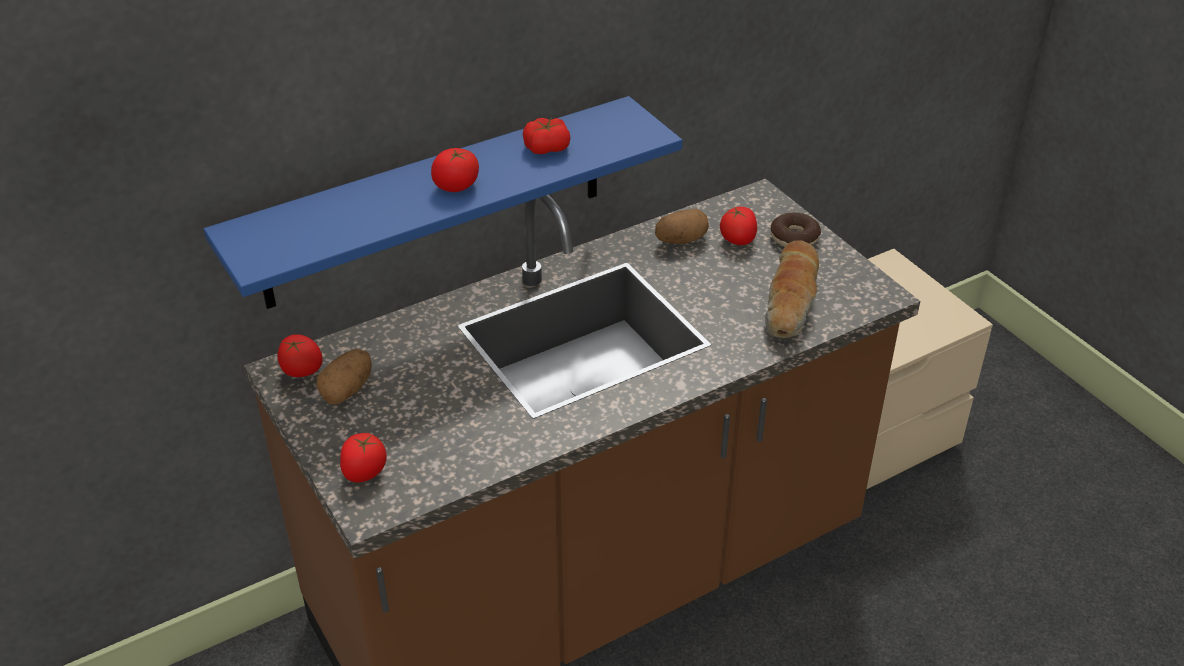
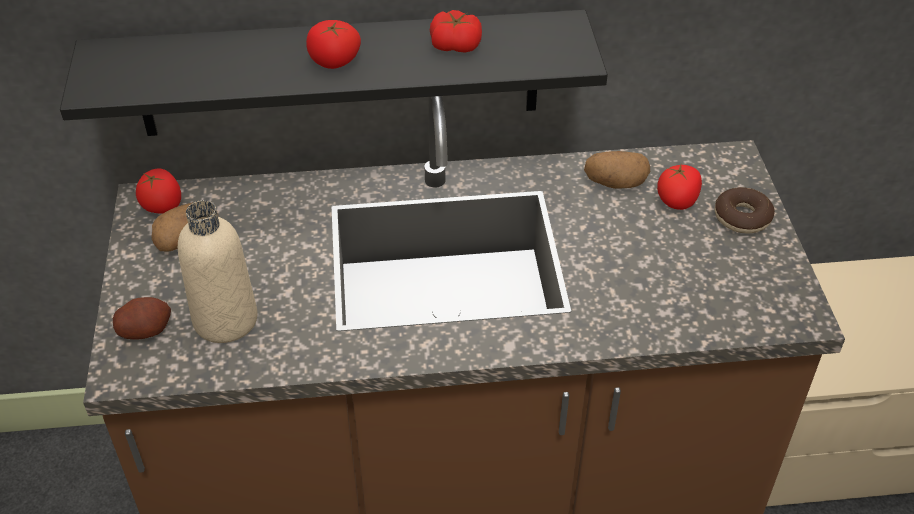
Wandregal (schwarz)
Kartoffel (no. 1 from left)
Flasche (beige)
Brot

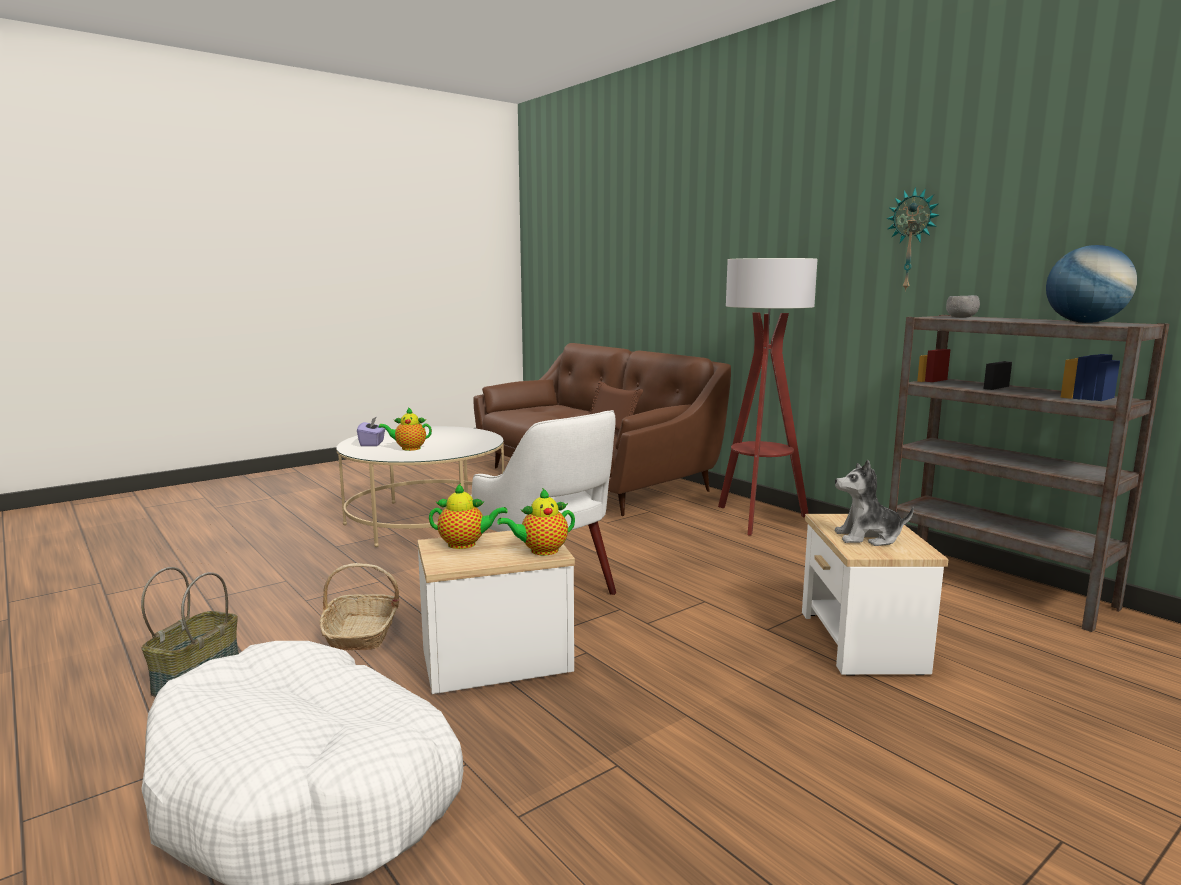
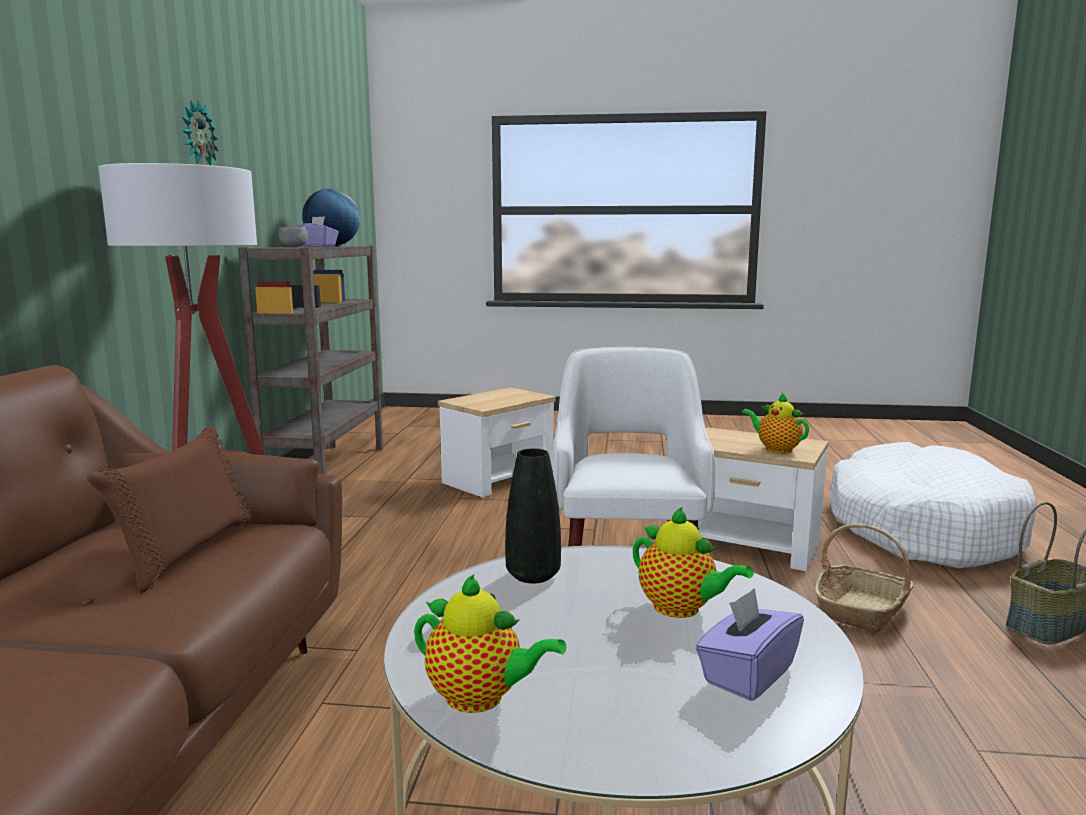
Taschentuchbox (lila) (no. 1 from left)
Teekanne (no. 1 from left)
Vase (schwarz)
Plüschtier

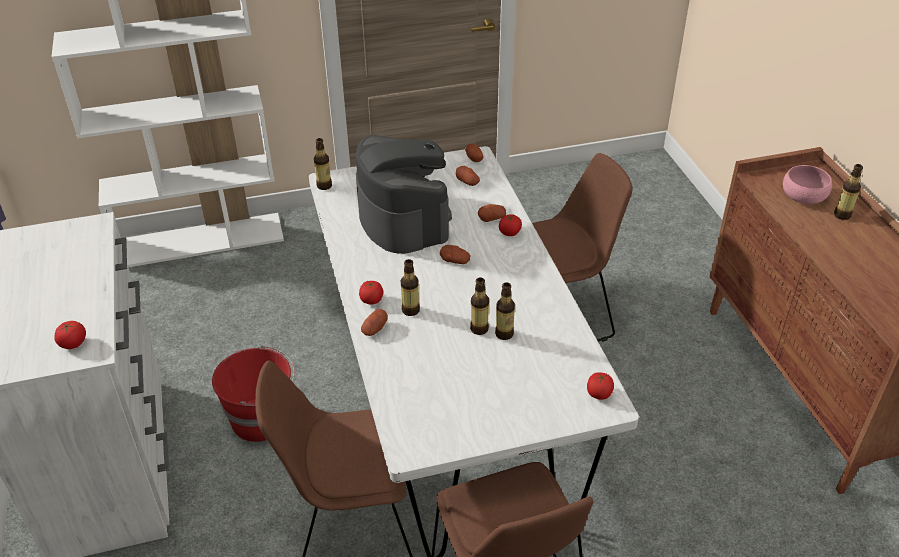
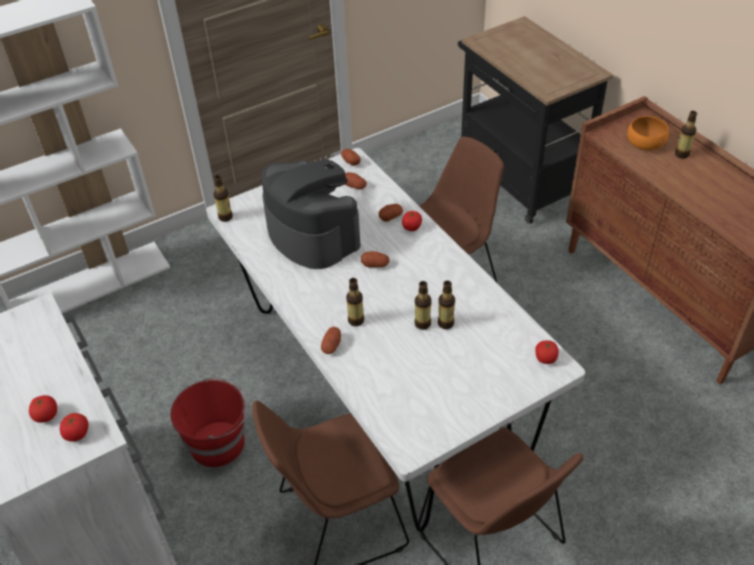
Tomate (no. 1 from left)
Rollwagen (schwarz)
Schüssel (orange)

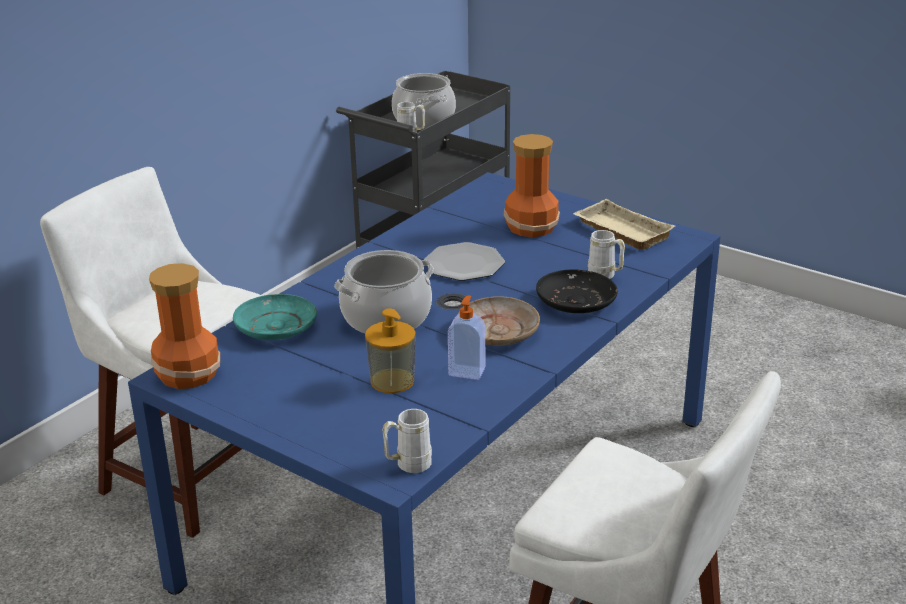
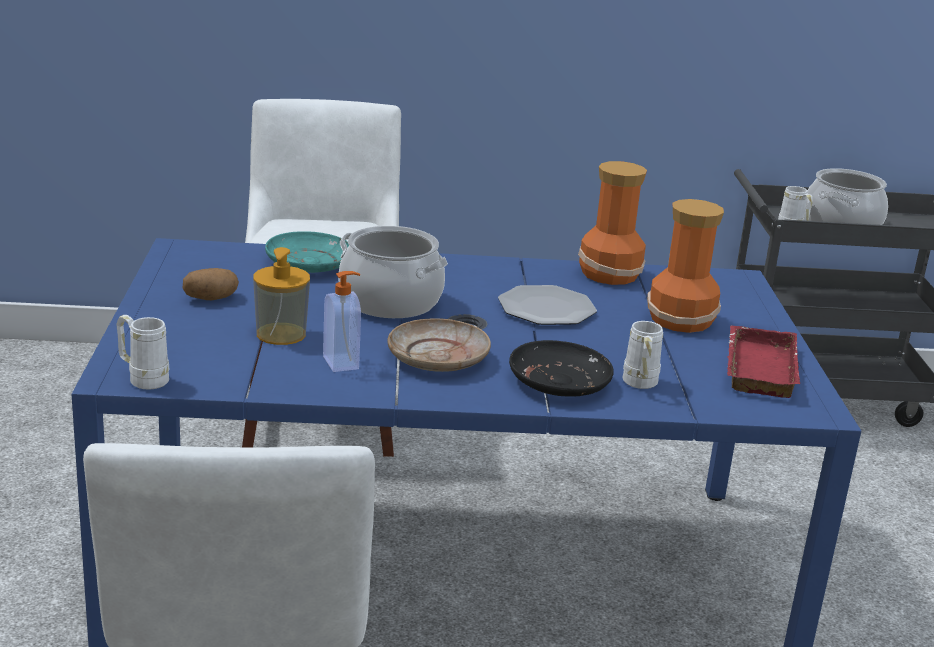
Kartoffel
Vase (no. 1 from left)
Tablett (rot)

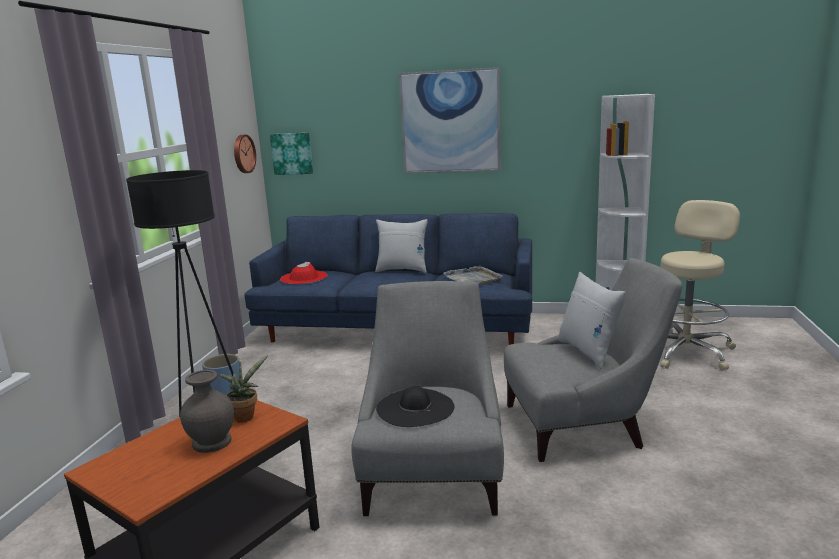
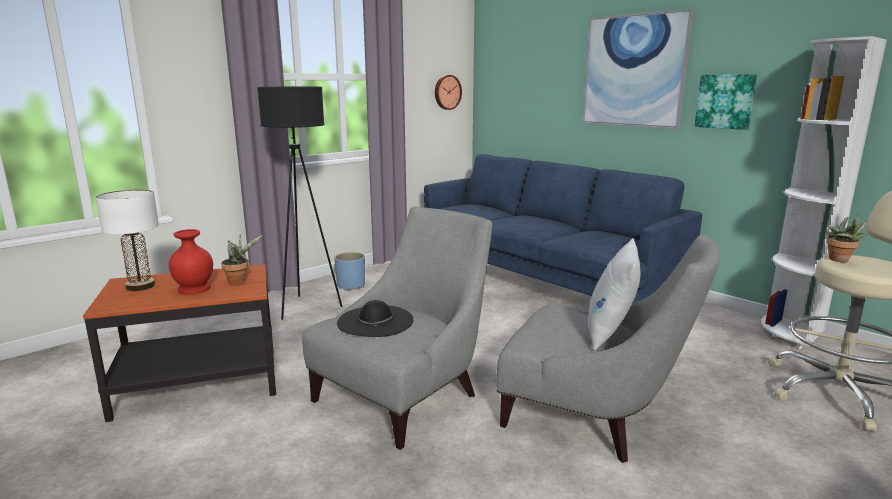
Tischlampe
Vase (rot)
Bild (no. 2 from left)
Topfpflanze (no. 2 from left)
Hut (rot)
Kissen (grau) (no. 1 from left in the first image)
Tablett (grau)

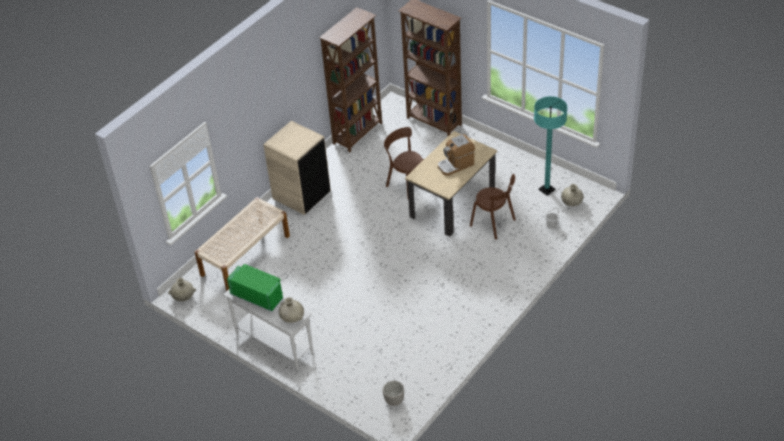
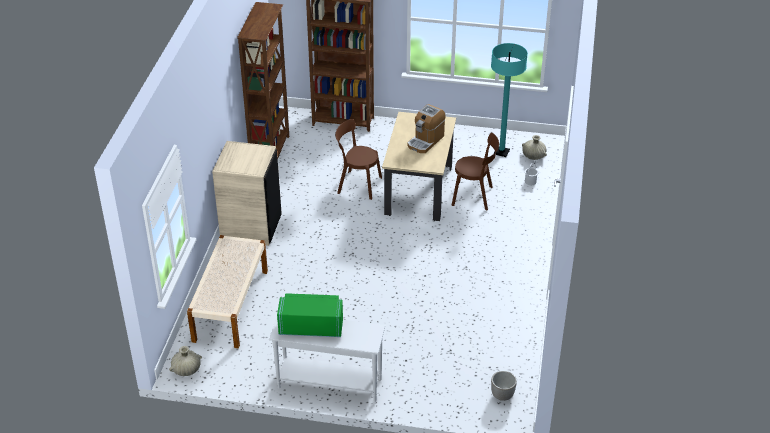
Vase (beige) (no. 2 from left in the first image)

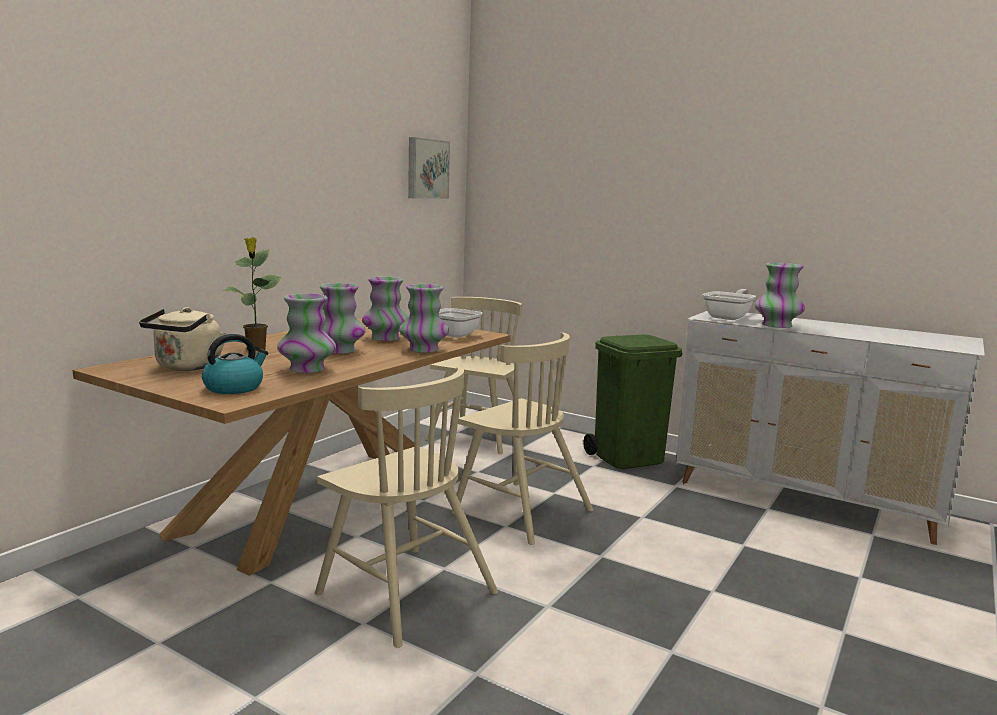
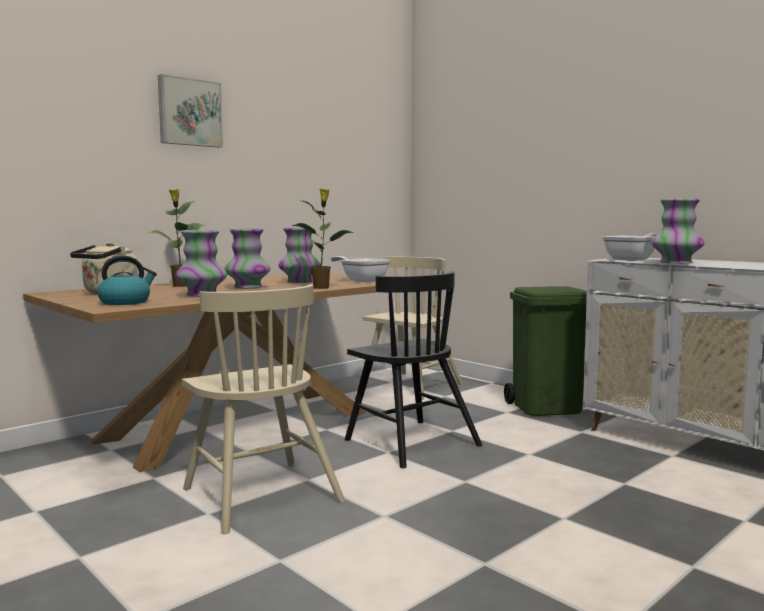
Bild
Topfpflanze (no. 2 from left)
Stuhl (schwarz)

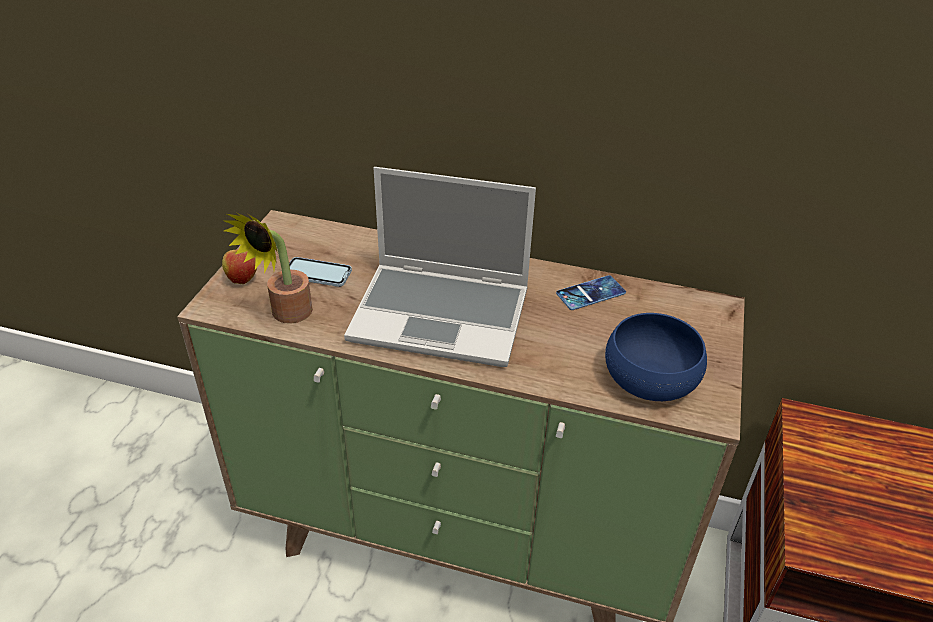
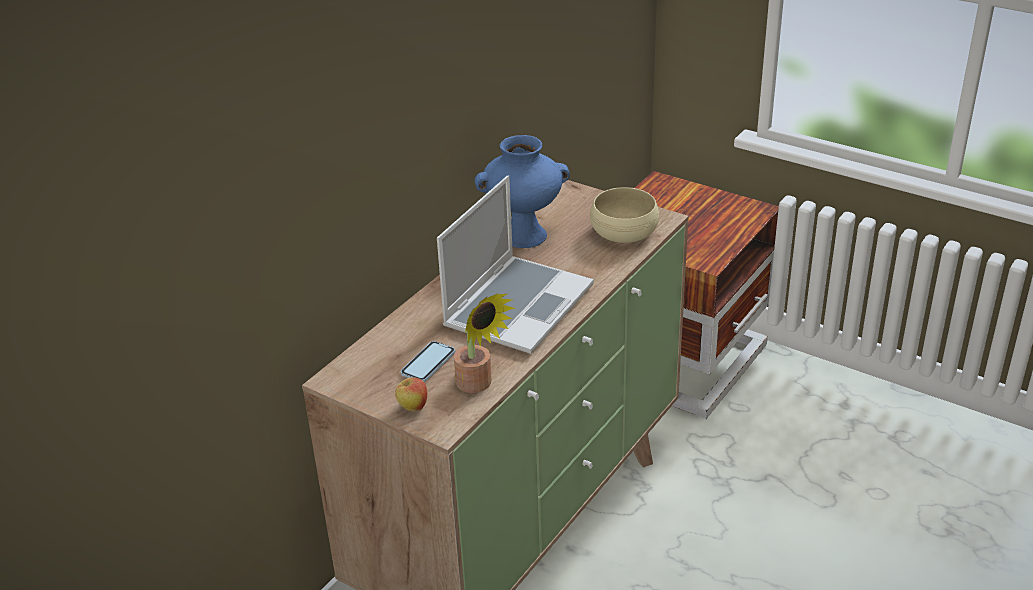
Vase (blau)
Schüssel (beige)

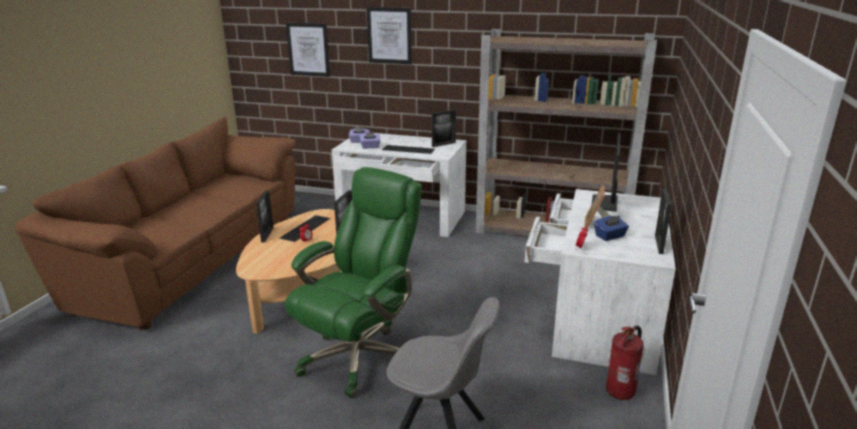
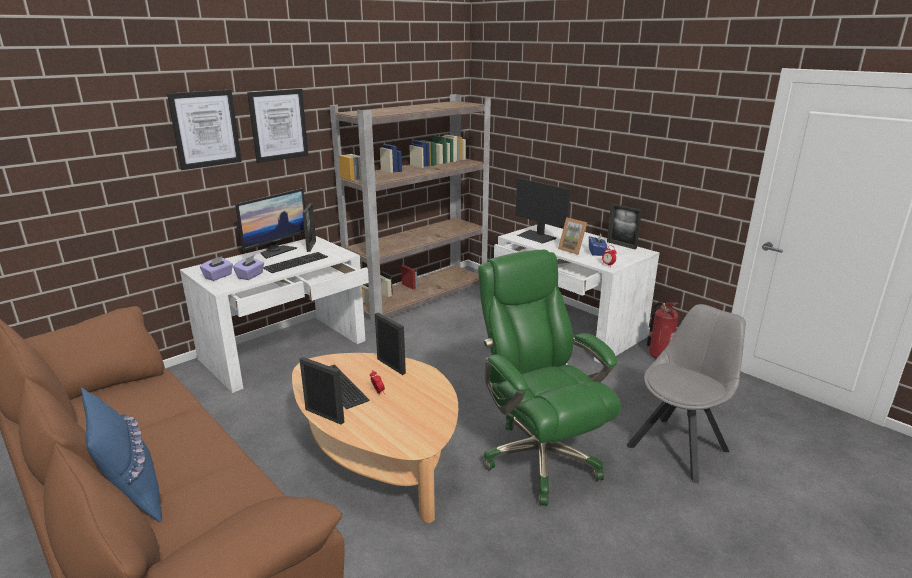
Kissen (blau)
Monitor (no. 1 from left)
Bild (no. 2 from left)

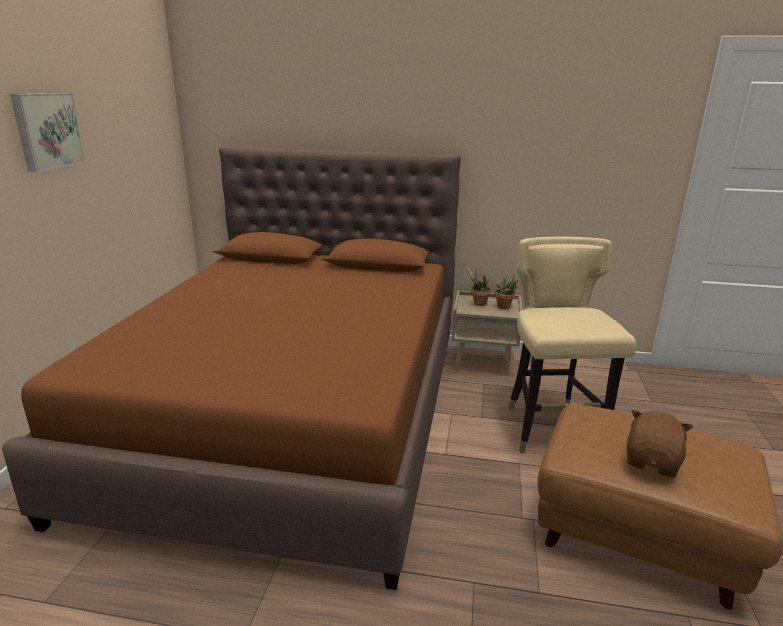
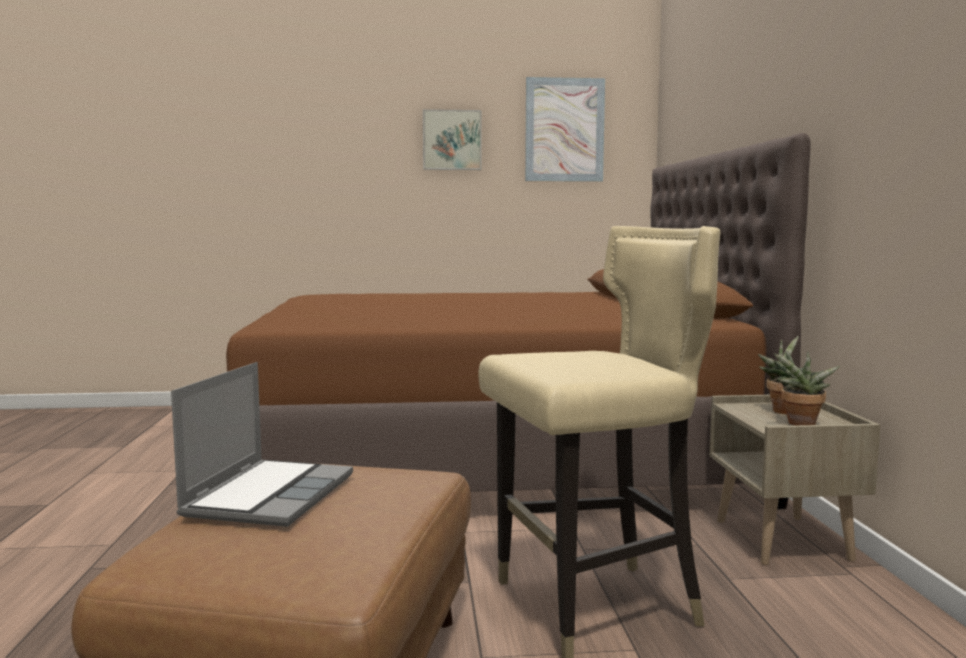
Laptop
Bild (no. 2 from left)

